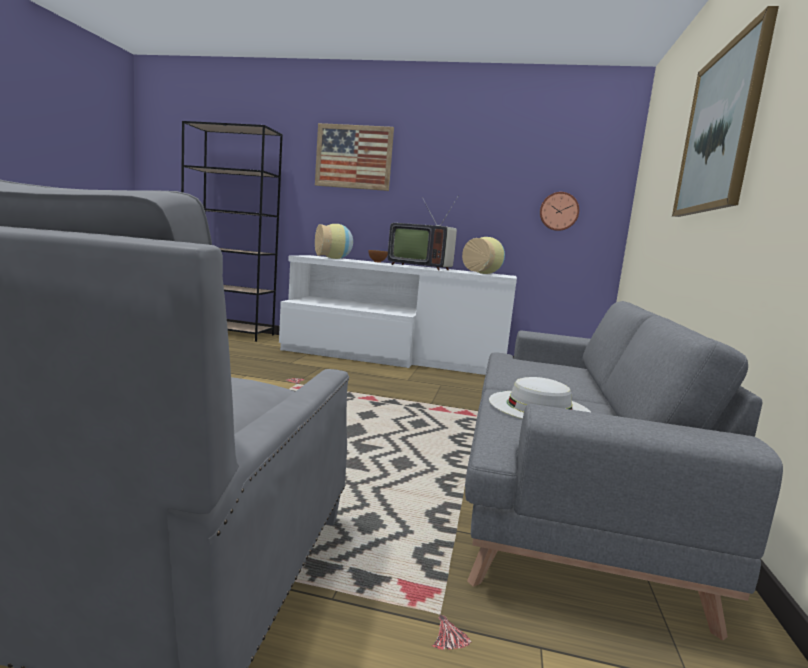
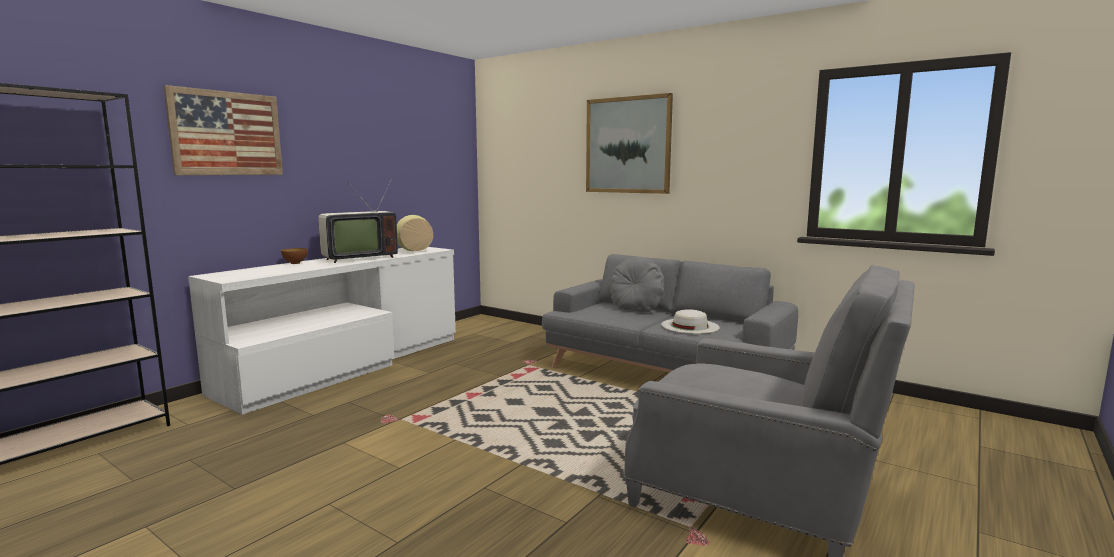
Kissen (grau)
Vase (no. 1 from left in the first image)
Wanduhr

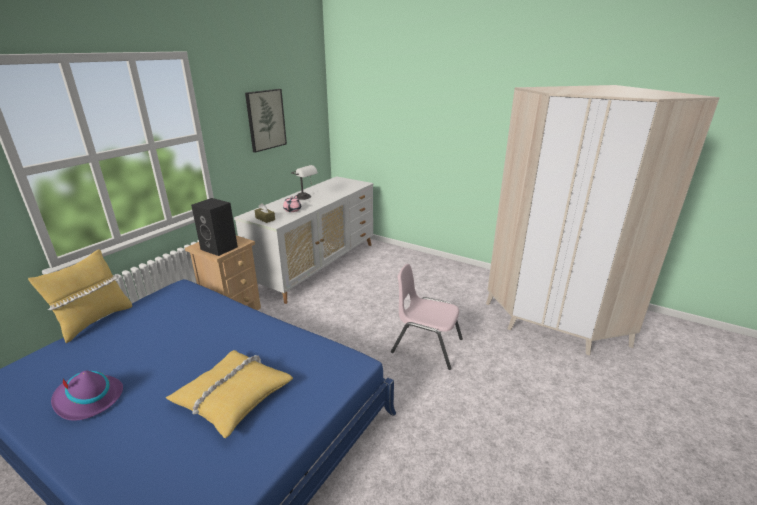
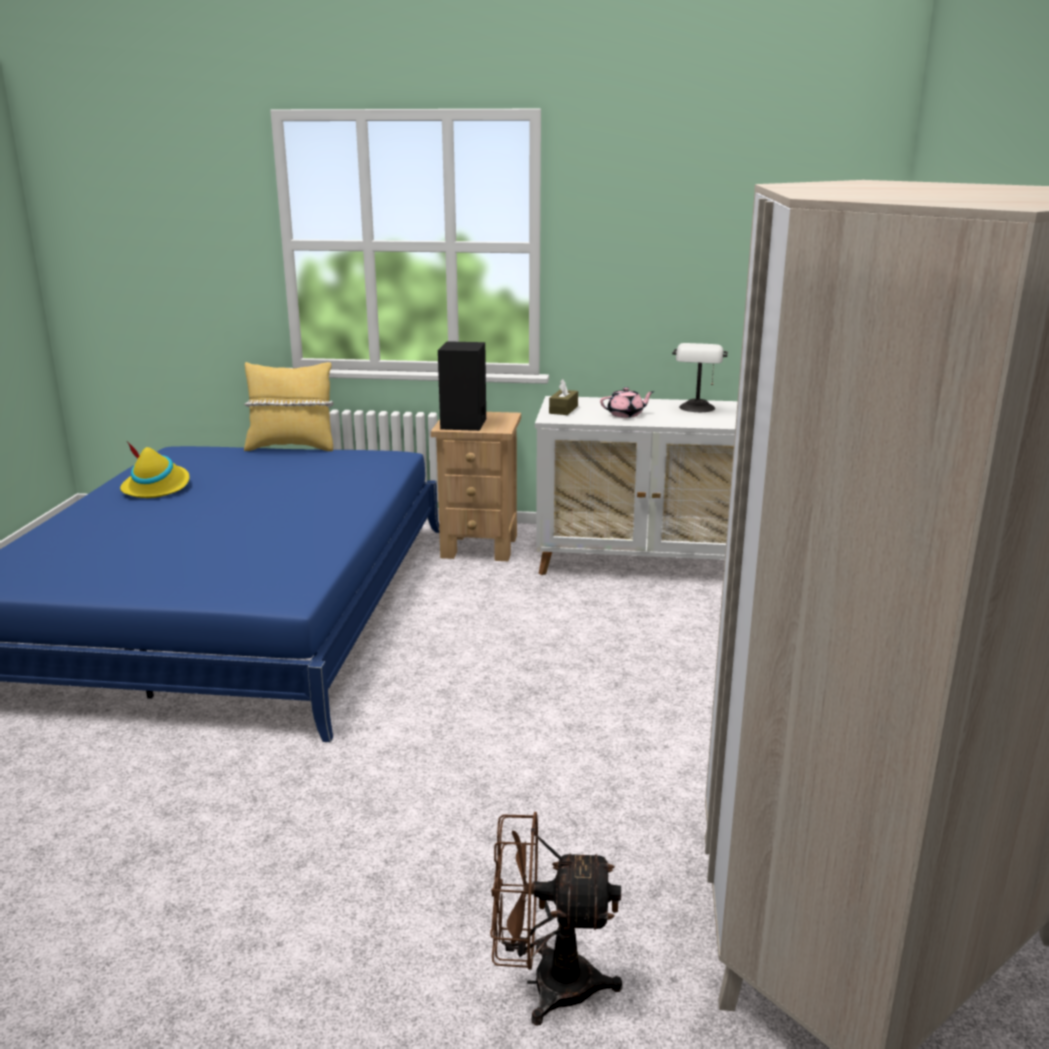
Hut (gelb)
Ventilator (braun)
Kissen (gelb) (no. 2 from left in the first image)
Bild
Stuhl (rosa)

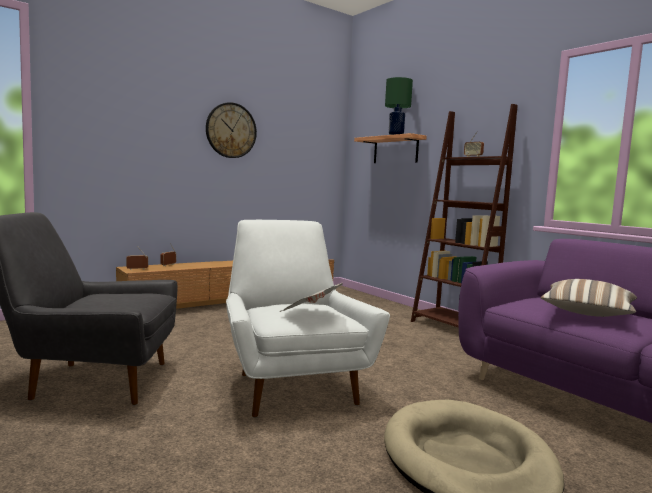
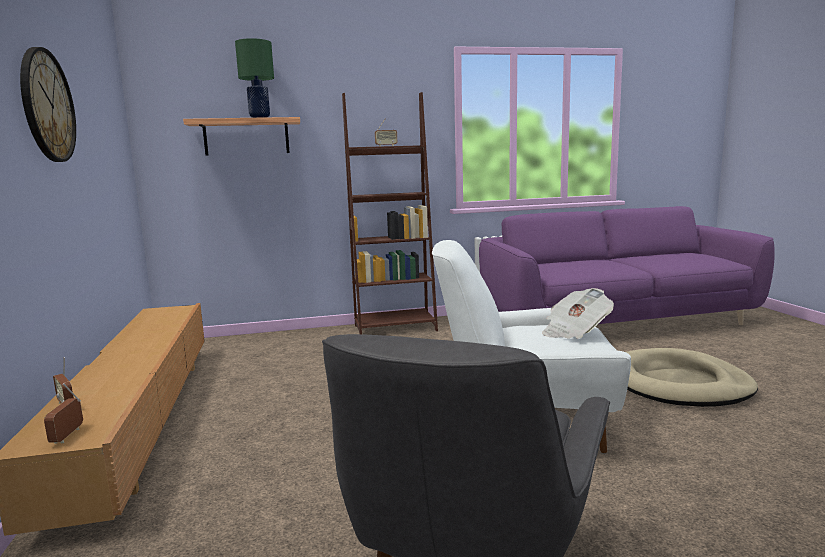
Kissen

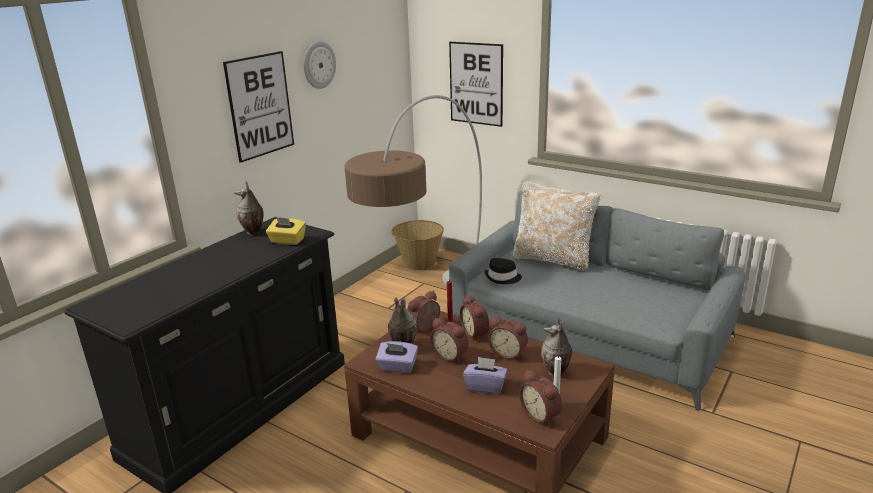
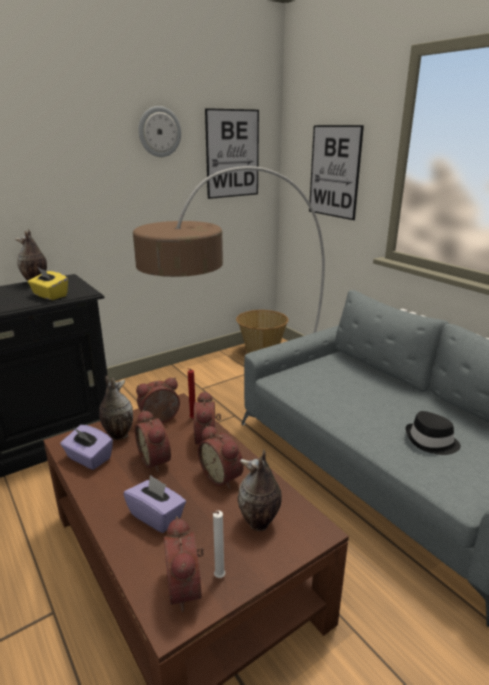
Bild (no. 1 from left)
Hut (schwarz)
Kissen (weiß)

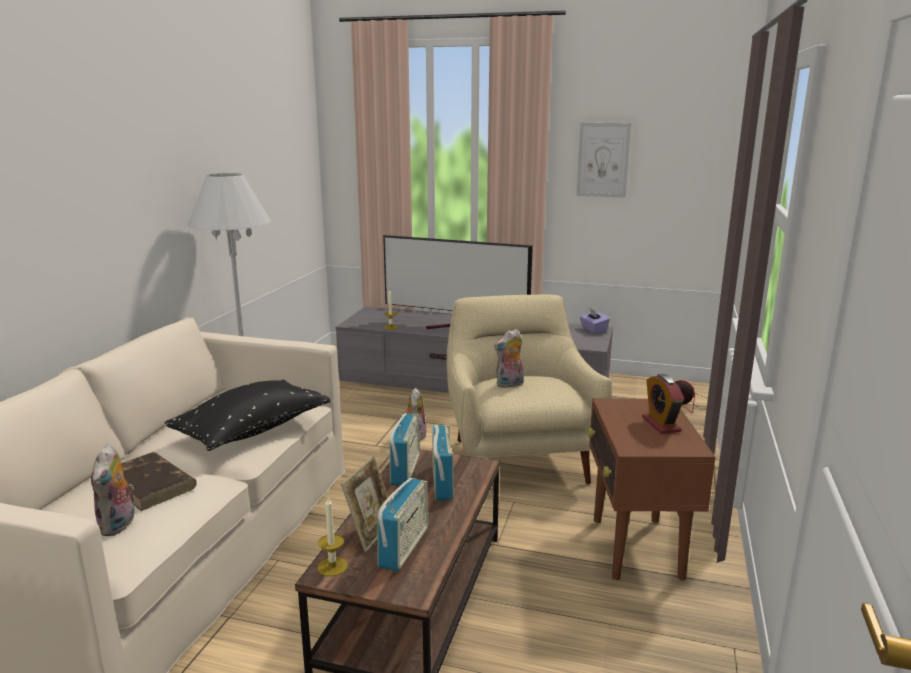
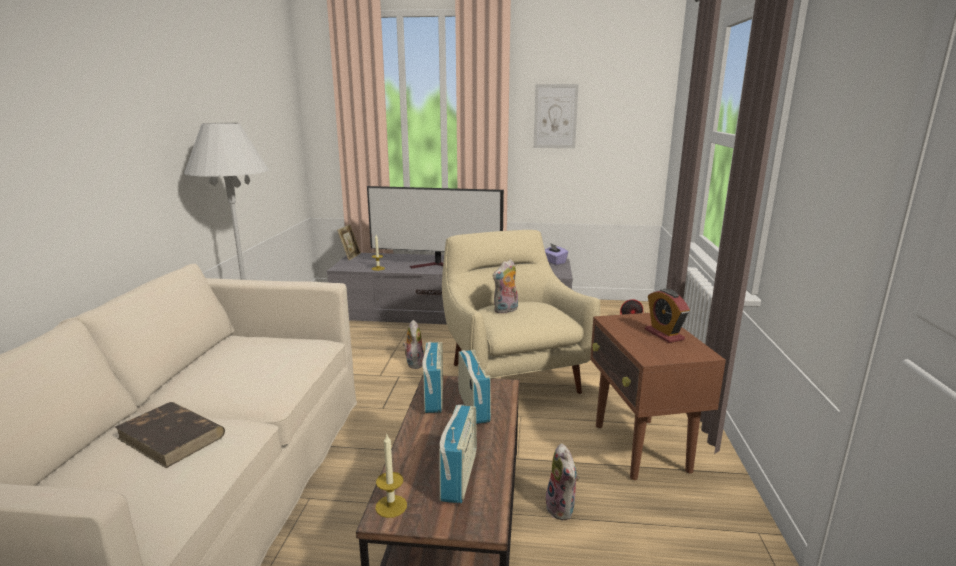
Bilderrahmen
Plüschtier (no. 3 from left)
Kissen (schwarz)

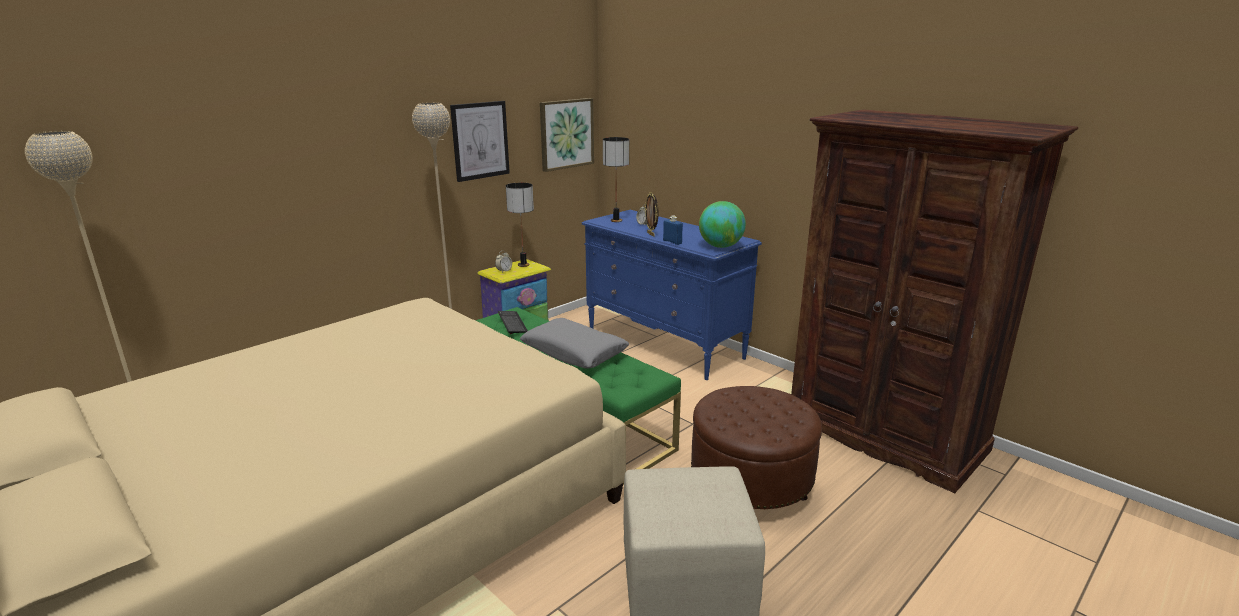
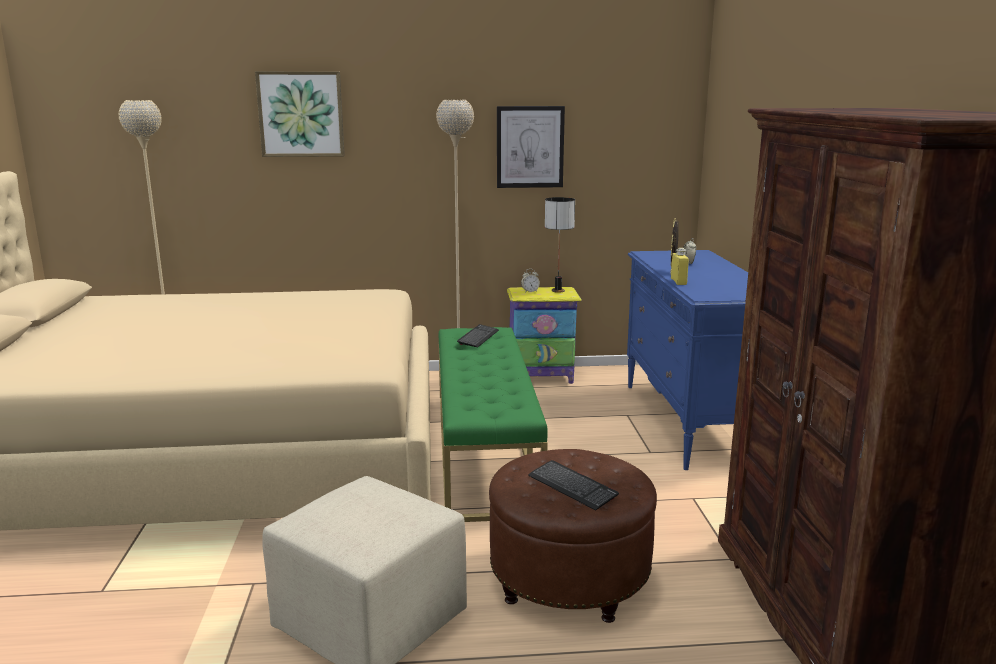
Bild (no. 1 from left)
Tastatur (no. 2 from left)
Flasche (gelb)
Kissen (grau)
Tischlampe (no. 2 from left in the first image)
Globus

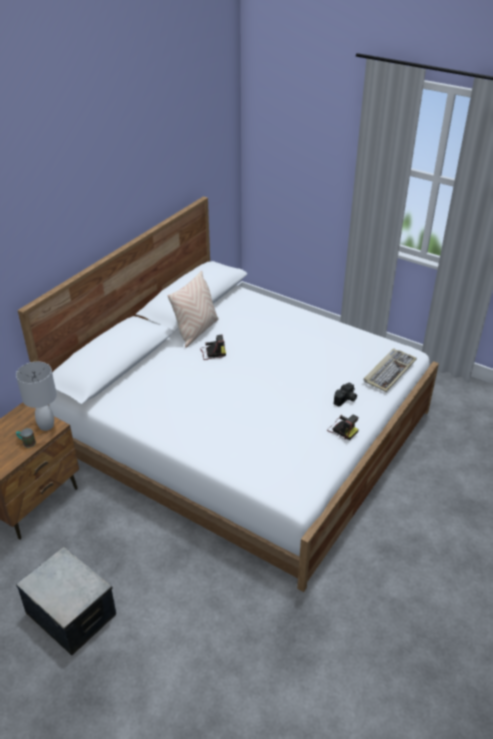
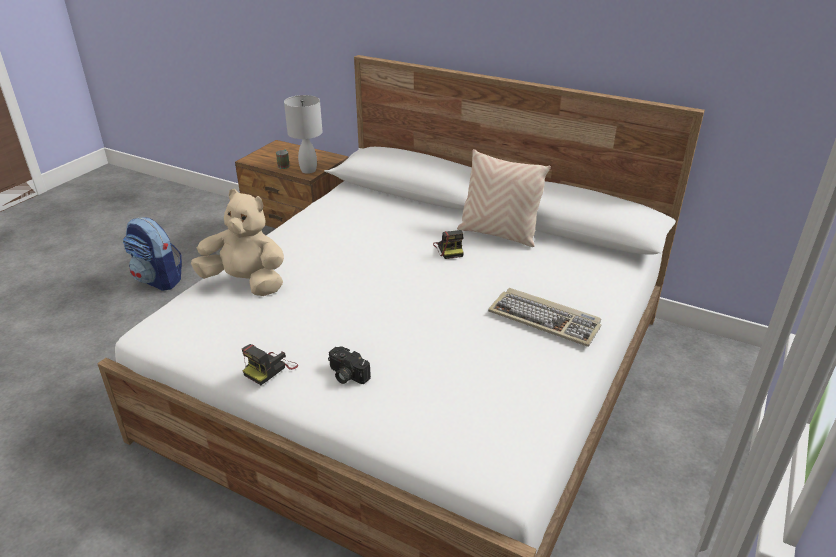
Rucksack
Plüschtier (beige)
Tastatur

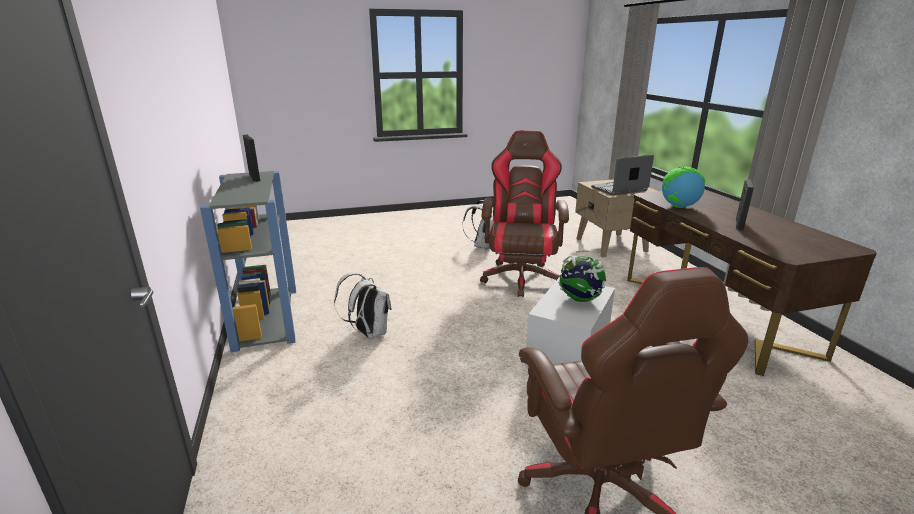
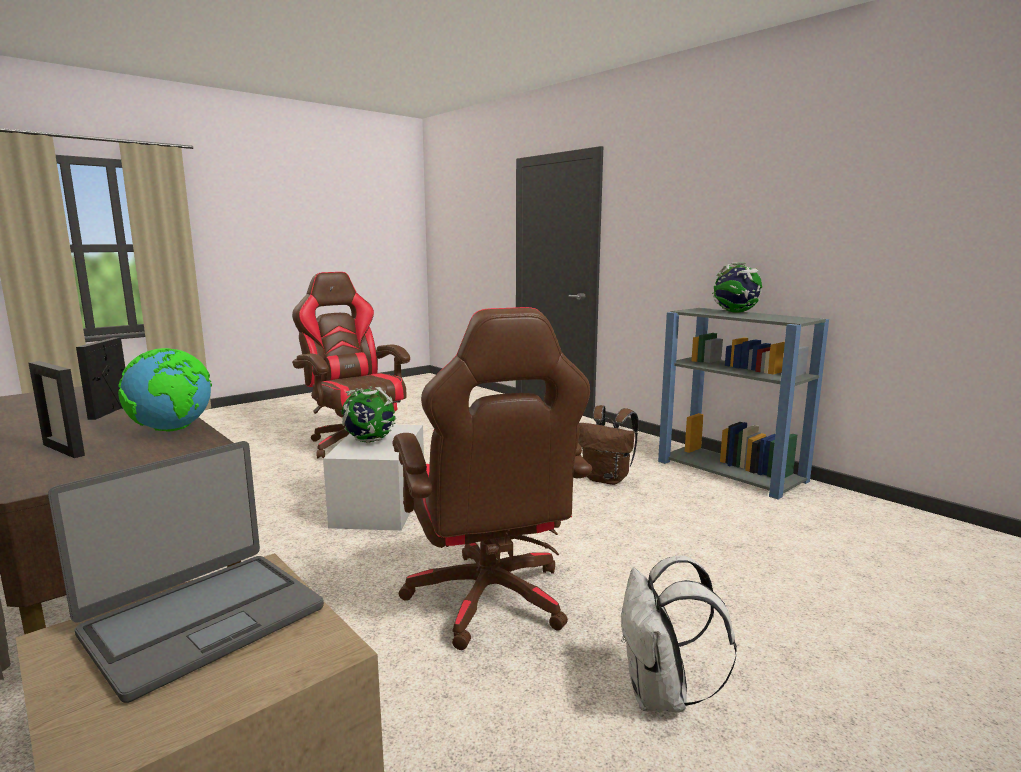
Bilderrahmen (no. 1 from left)
Rucksack (braun)
Globus (no. 3 from left)

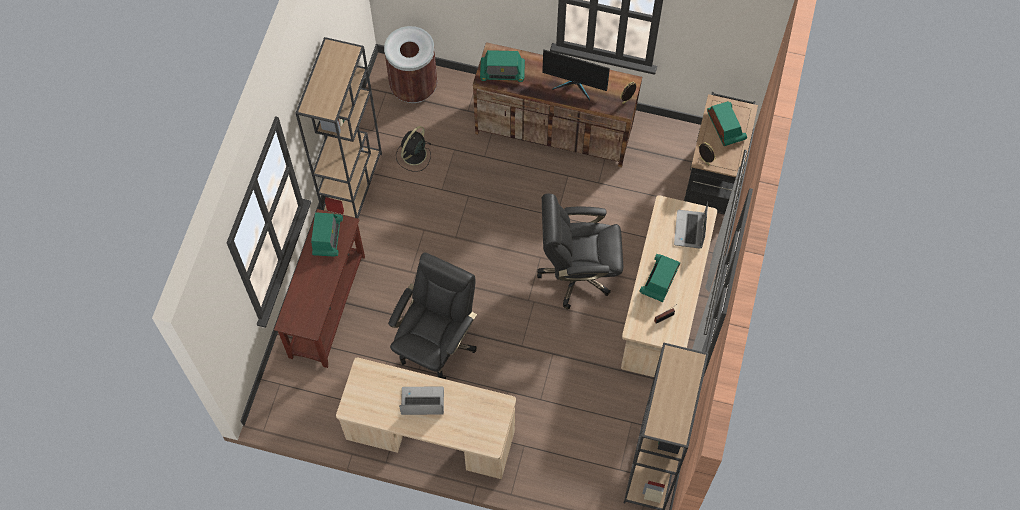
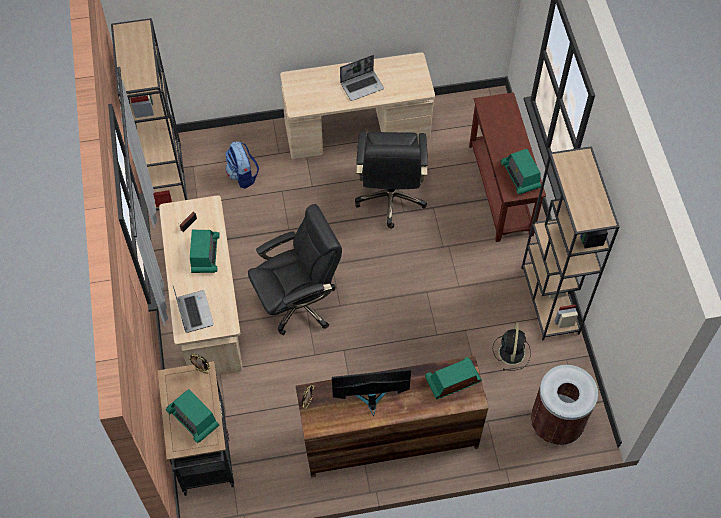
Rucksack

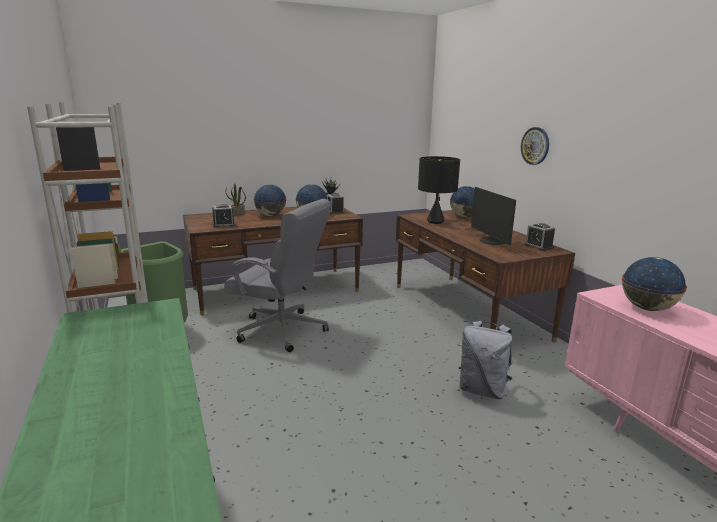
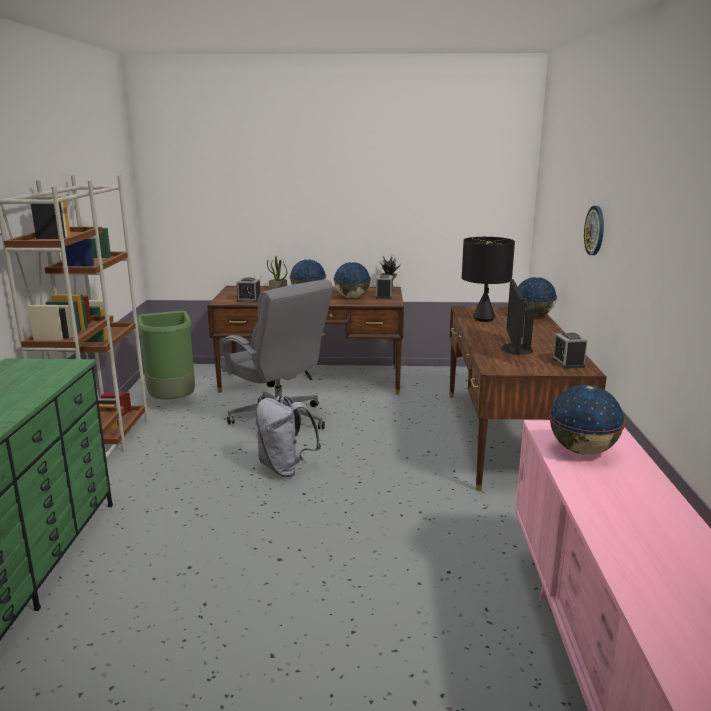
Rucksack (grau)

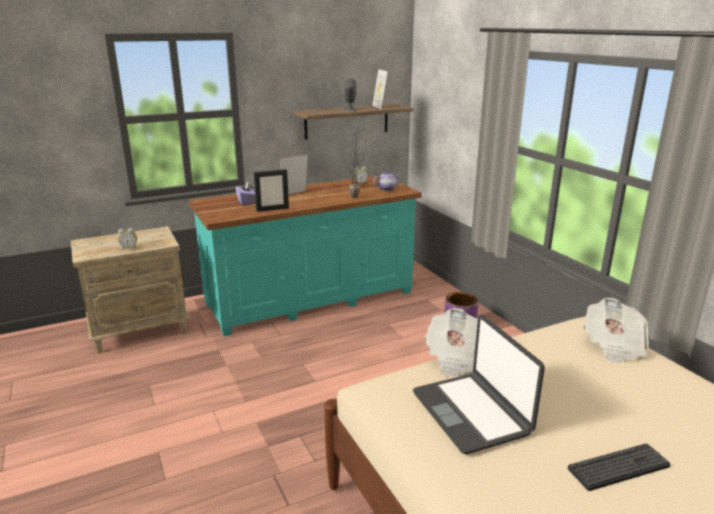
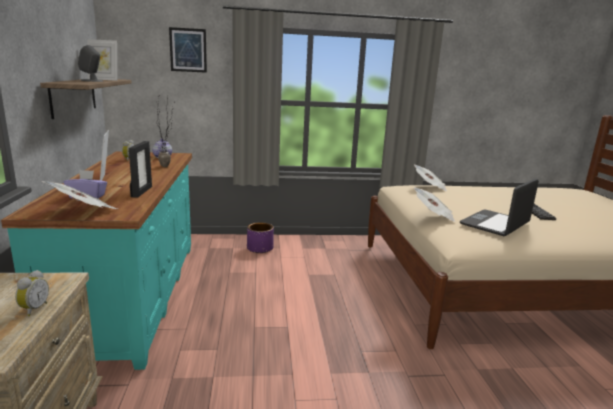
Zeitung (no. 1 from left)
Bild
Laptop

